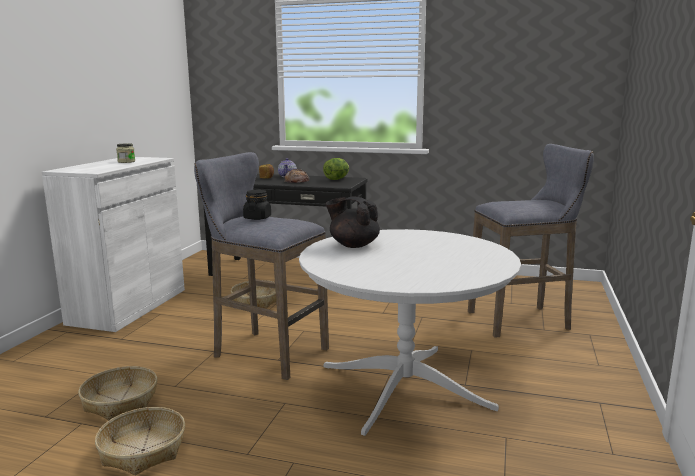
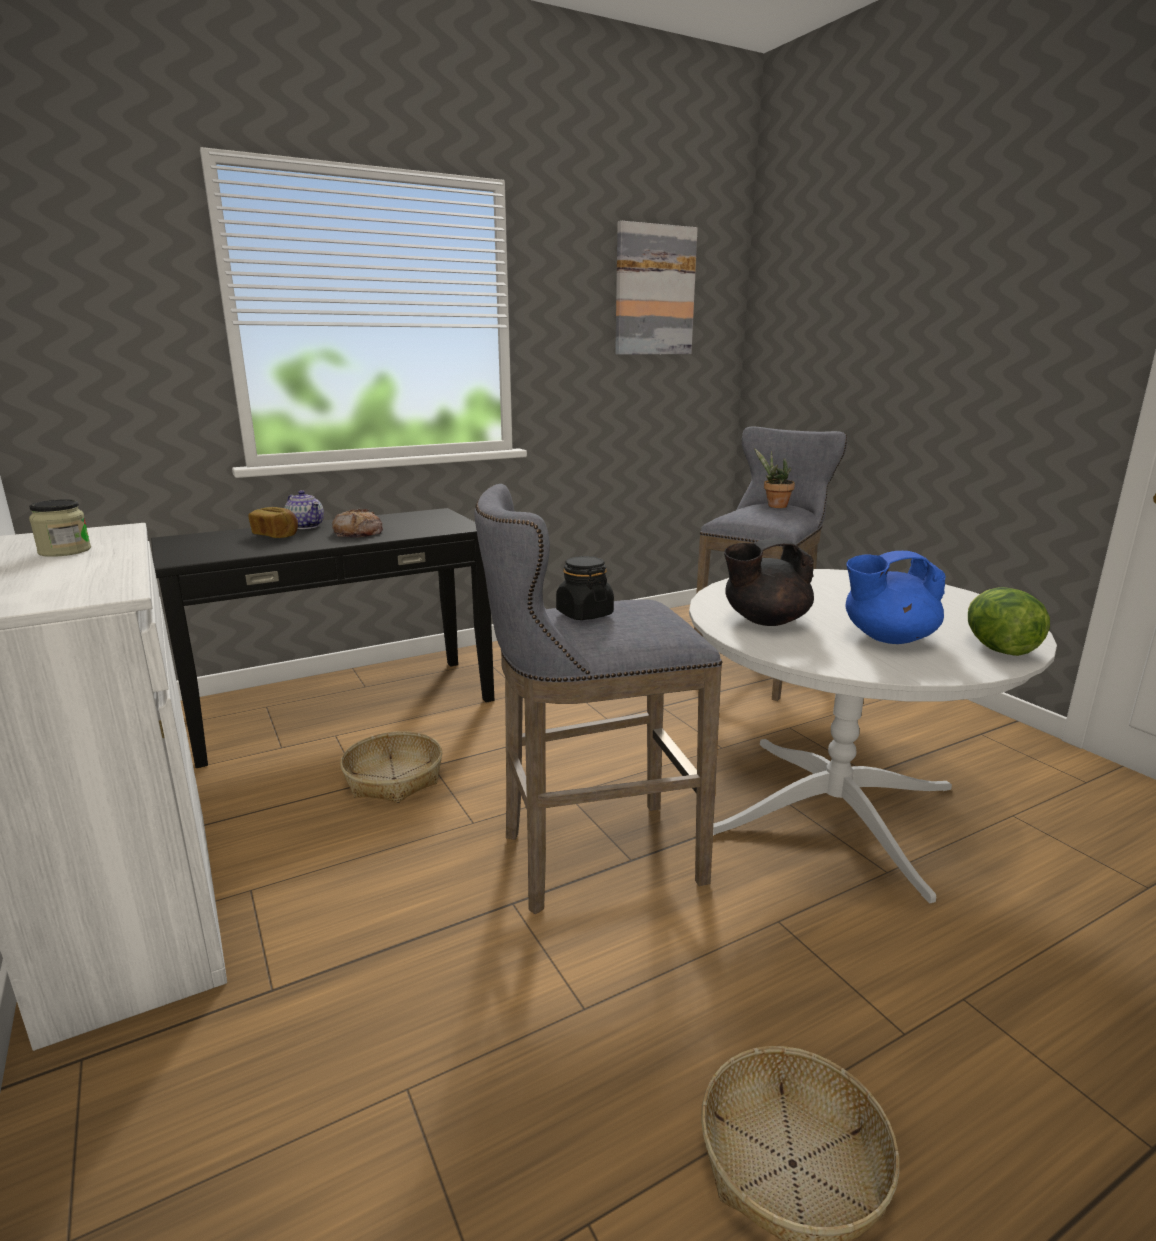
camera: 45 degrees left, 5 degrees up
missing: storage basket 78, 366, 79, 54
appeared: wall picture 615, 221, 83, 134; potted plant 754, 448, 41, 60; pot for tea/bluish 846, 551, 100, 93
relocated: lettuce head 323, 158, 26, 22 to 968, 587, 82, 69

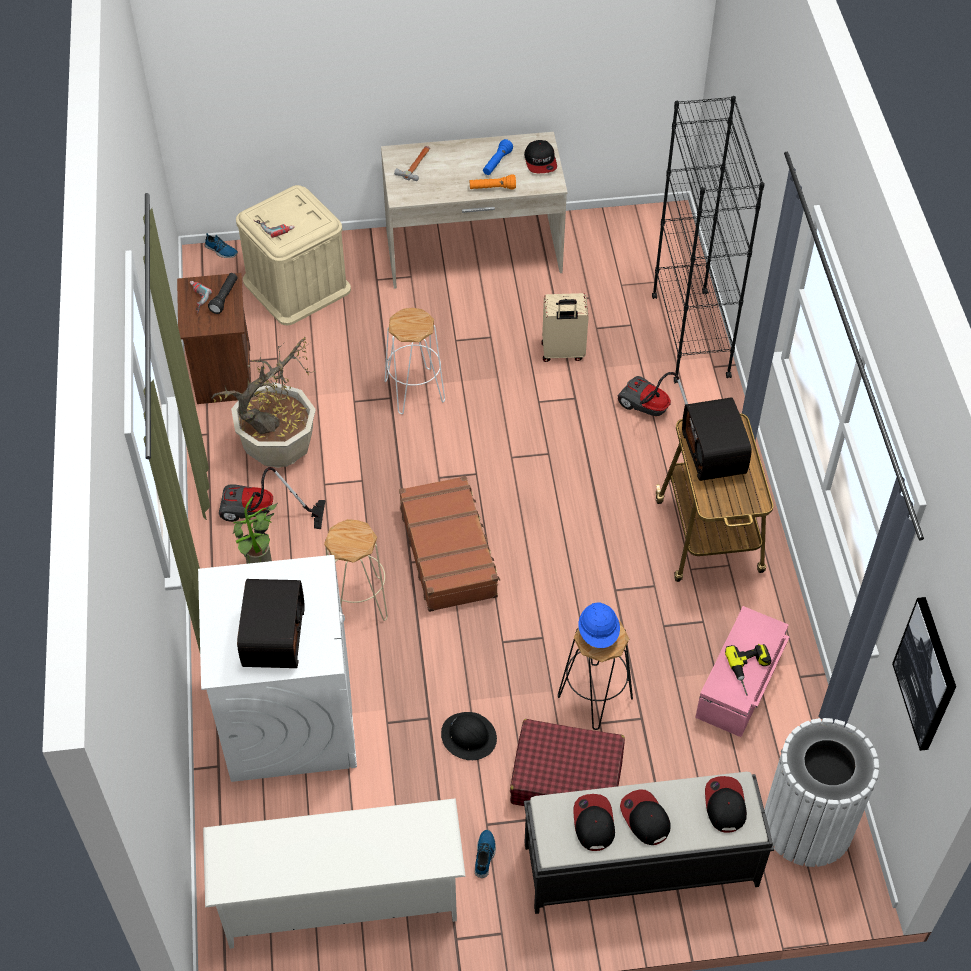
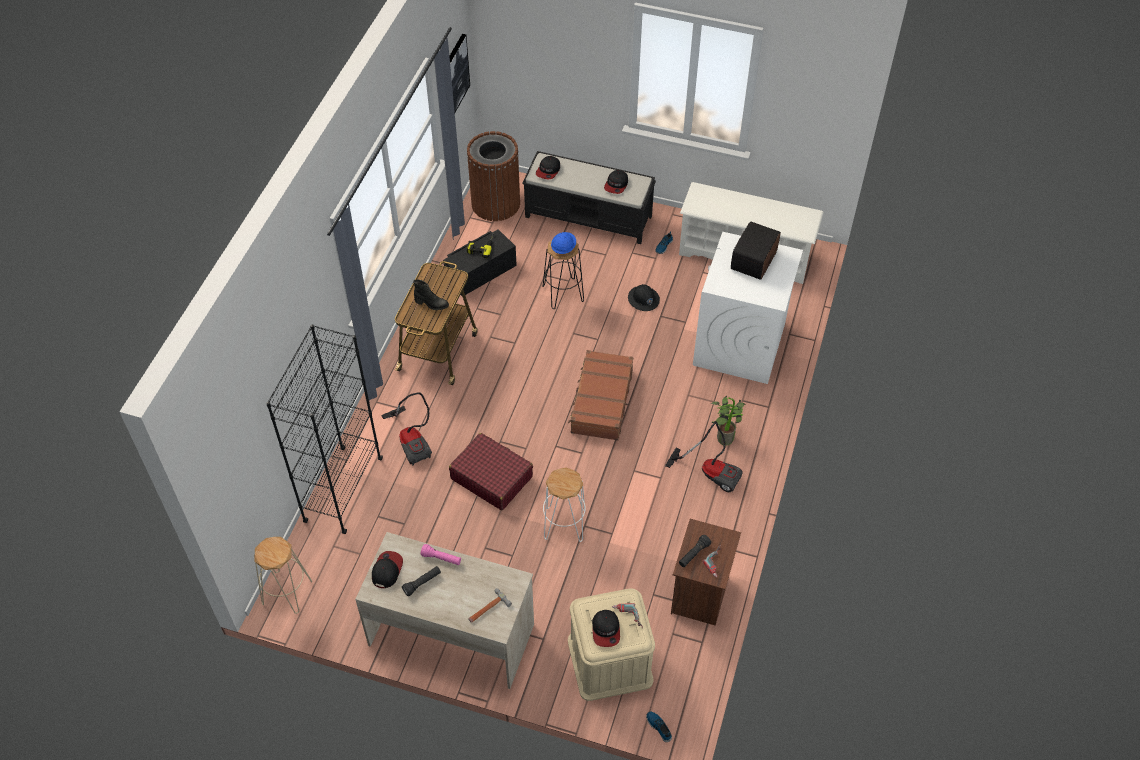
camera: 155 degrees left, 0 degrees up
missing: potted plant 211, 337, 105, 131; suitcase/sand-coloured 541, 293, 48, 69
relocated: stool/sand-coloured 324, 519, 64, 102 to 254, 537, 58, 77; suitcase/reddish 510, 719, 115, 87 to 449, 433, 84, 77; peaked cap 620, 789, 51, 56 to 592, 610, 28, 37
exchanged: radio receiver 682, 397, 70, 84 to high-top boot/blackish 413, 279, 36, 31
colour: hand torch/orange 470, 175, 46, 15 to hand torch/pinkish 421, 544, 40, 21; hand torch/bluish 483, 139, 30, 36 to hand torch/blackish 402, 566, 39, 30; storage container/pinkish 695, 606, 95, 131 to storage container/blackish 443, 229, 74, 67; waste bin/white-coloured 764, 718, 115, 149 to waste bin/brown-coloured 467, 131, 53, 90

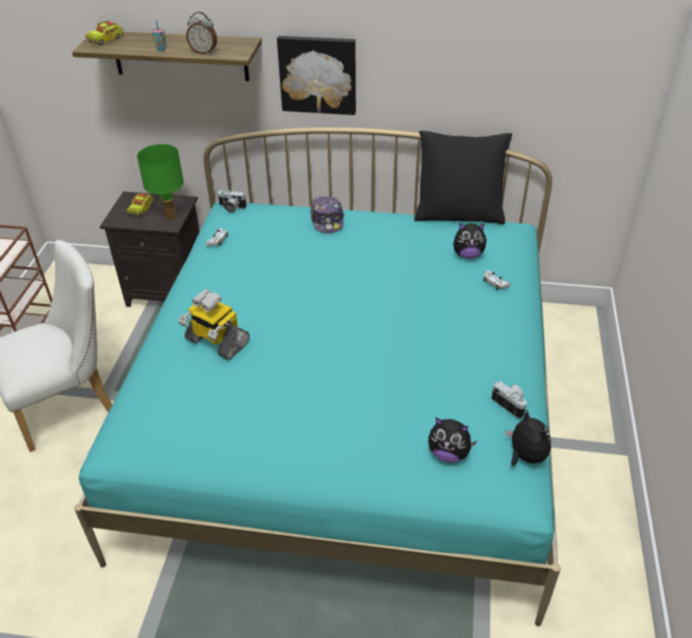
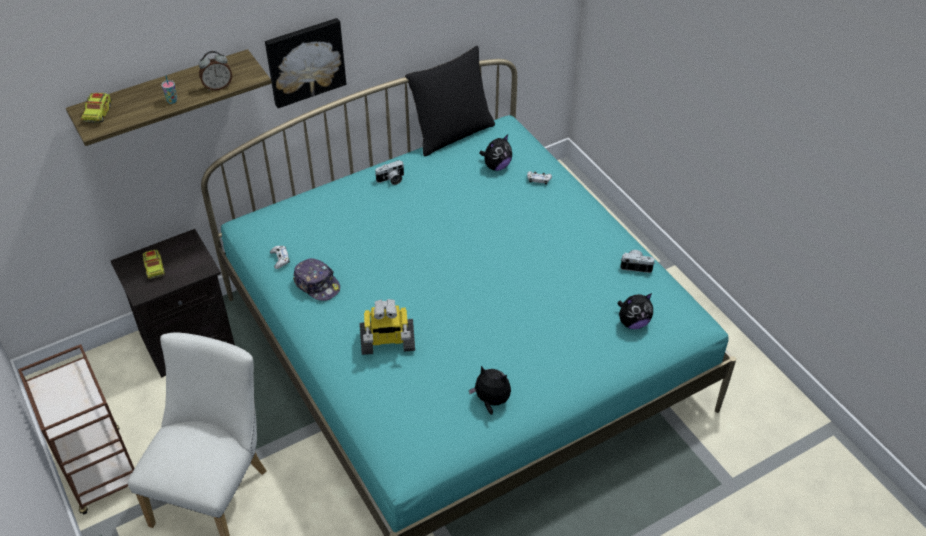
camera: 40 degrees left, 5 degrees up
missing: tabletop lamp/green-coloured 137, 144, 47, 77
relocated: still camera 217, 190, 30, 23 to 375, 160, 29, 25; peaked cap 310, 196, 34, 37 to 293, 258, 47, 43; cuddly toy 505, 409, 46, 57 to 469, 366, 42, 49

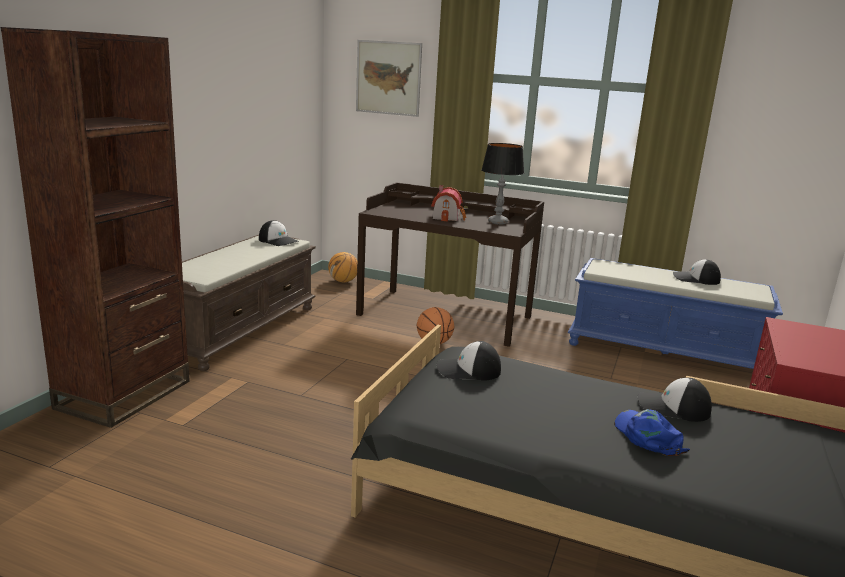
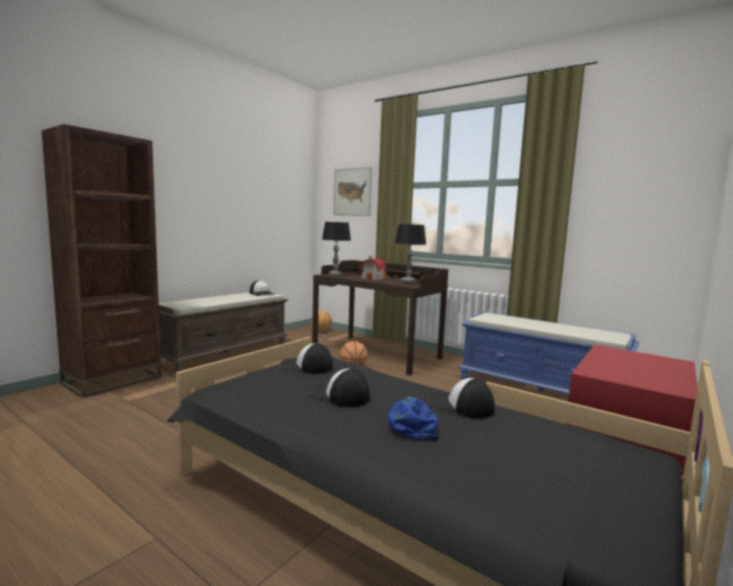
camera: 15 degrees right, 10 degrees down
appeared: tabletop lamp 322, 222, 29, 54
relocated: peaked cap 673, 259, 48, 26 to 308, 369, 62, 38

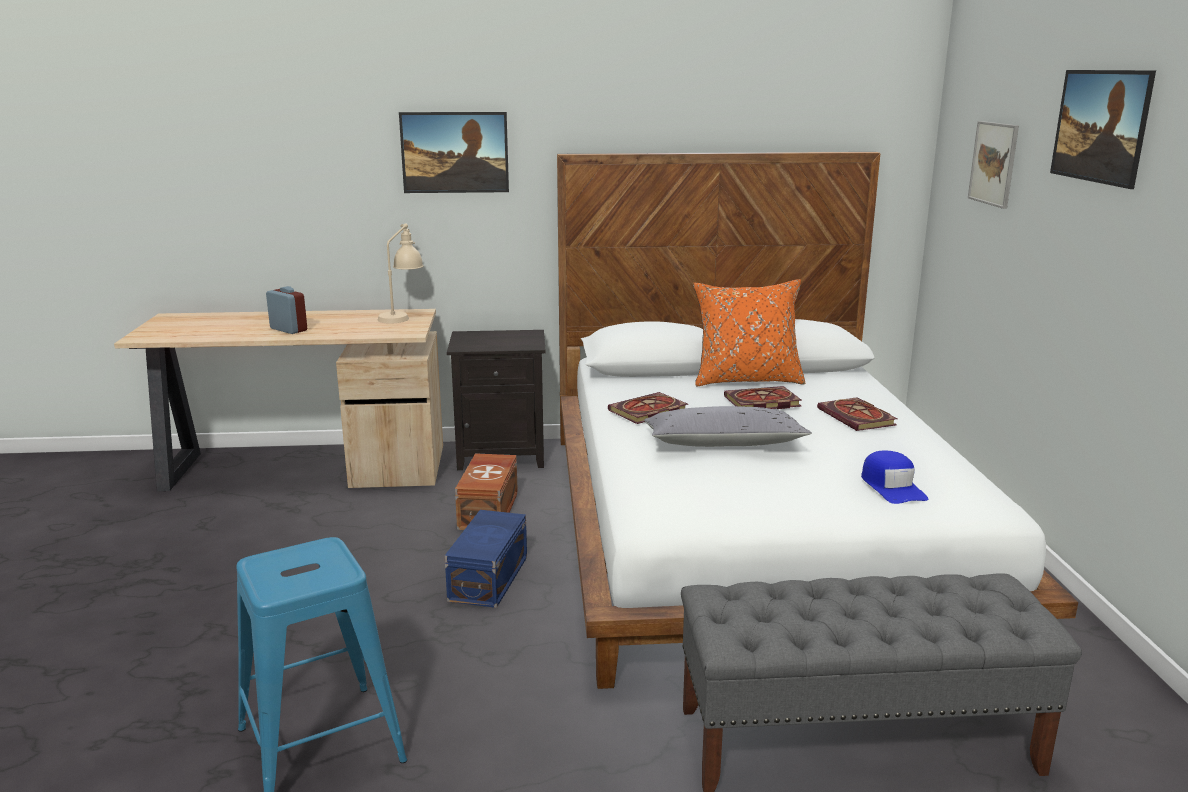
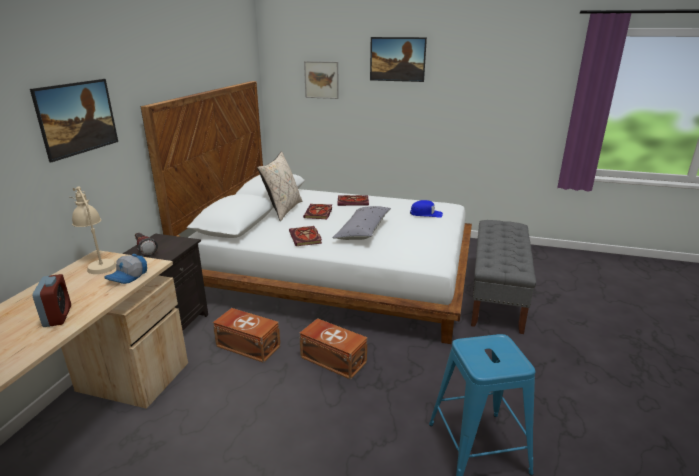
camera: 70 degrees left, 5 degrees up
appeared: peaked cap 104, 254, 43, 30; hand torch 135, 233, 23, 23
colour: storage container/bluish 445, 510, 82, 98 to storage container/brown-coloured 299, 318, 68, 62; pillow/orange 693, 279, 112, 107 to pillow/sand-coloured 257, 151, 45, 70
spun: table clock 266, 286, 41, 48 = 32, 274, 39, 53 105 degrees clockwise

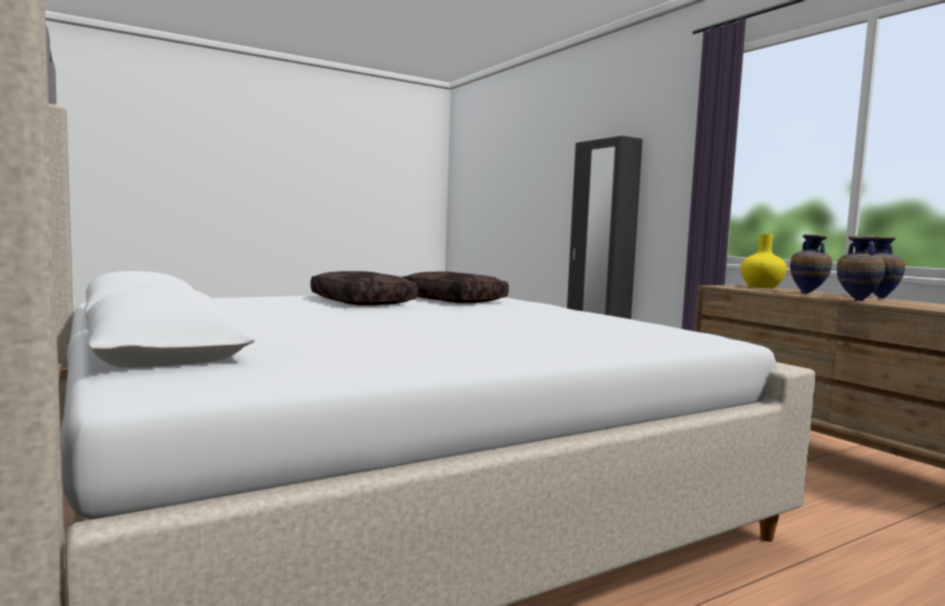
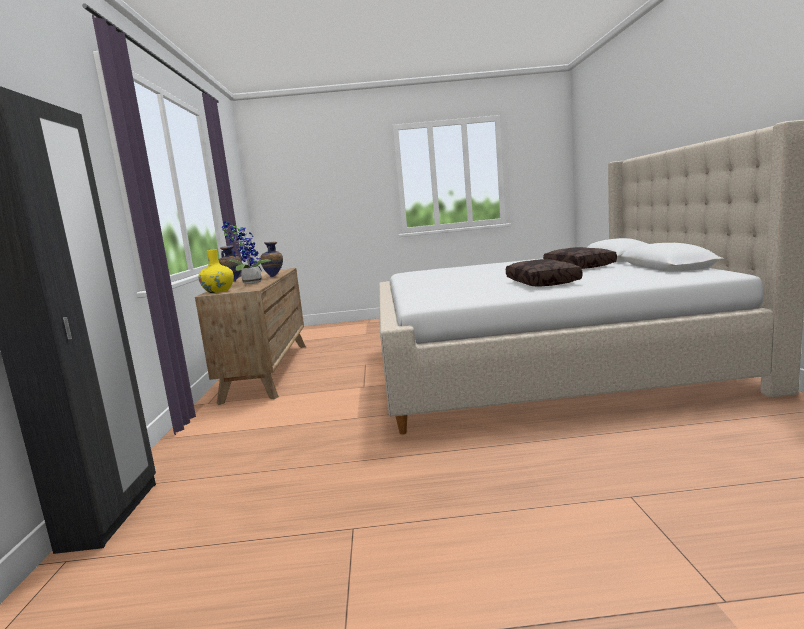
camera: 150 degrees left, 5 degrees up
relocated: pillow/brown-coloured 403, 271, 106, 32 to 543, 247, 74, 22
exchanged: flower vase 790, 234, 42, 59 to potted plant 222, 221, 49, 63

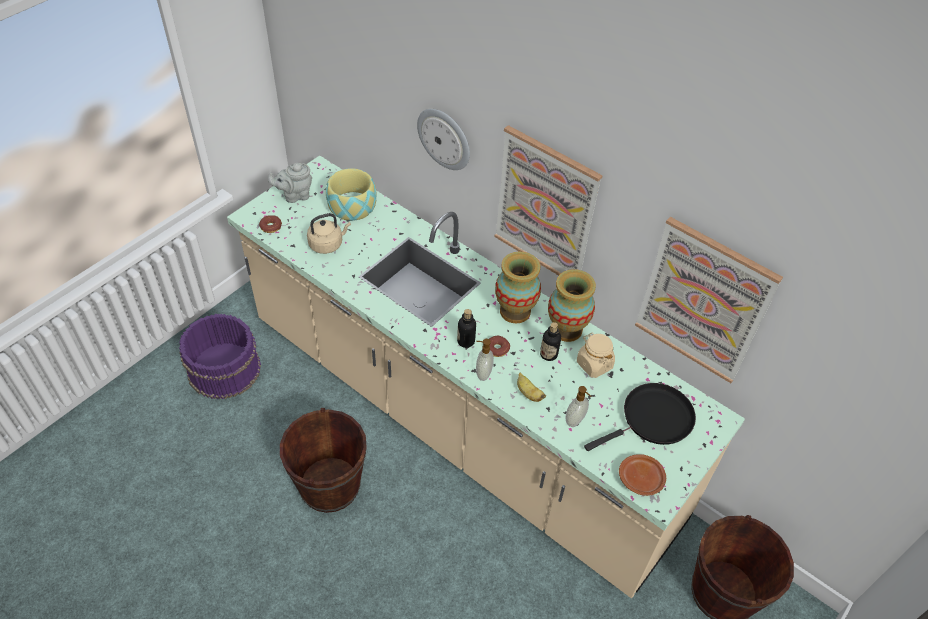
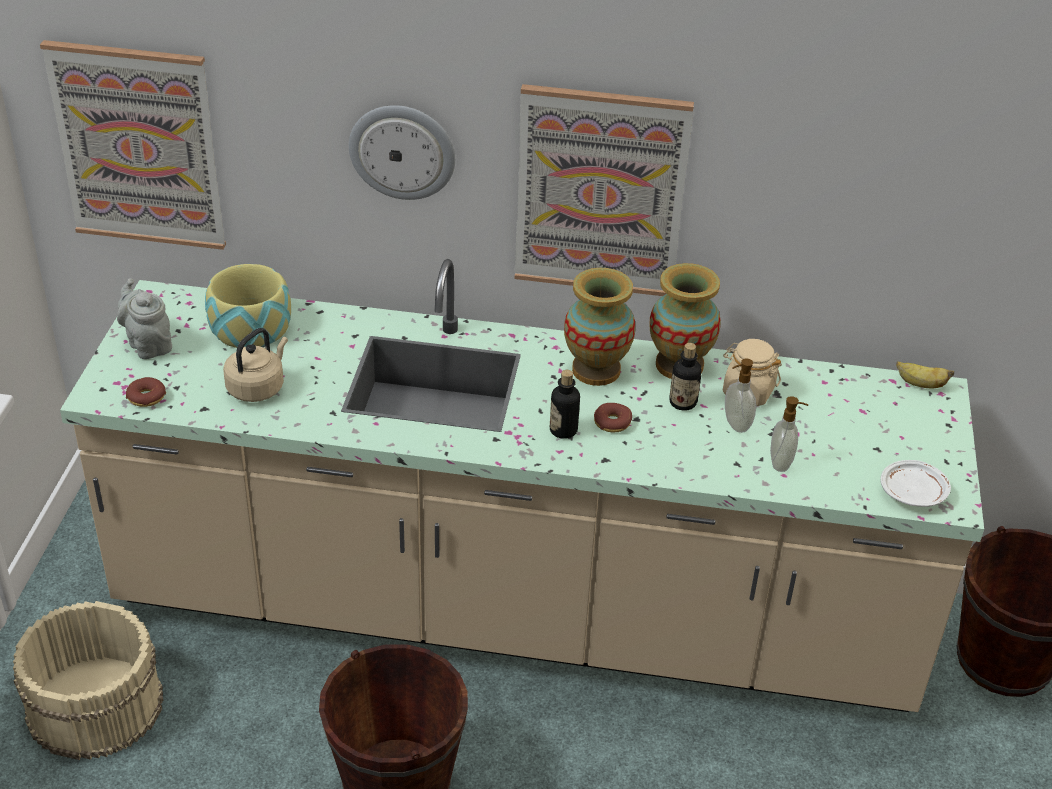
camera: 30 degrees left, 10 degrees down
missing: frying pan/blackish 584, 383, 112, 68
relocated: soap bottle 476, 339, 18, 42 to 725, 358, 31, 75; whole banana 517, 373, 29, 29 to 896, 361, 58, 27; wall picture 635, 217, 148, 166 to 40, 40, 186, 210
colour: pail/purple 179, 314, 82, 85 to pail/sand-coloured 13, 601, 150, 159; dinner plate/brown-coloured 619, 454, 47, 42 to dinner plate/white-coloured 880, 460, 71, 47
spun: pot for tea/greyish 268, 163, 44, 40 = 117, 278, 55, 81 105 degrees clockwise

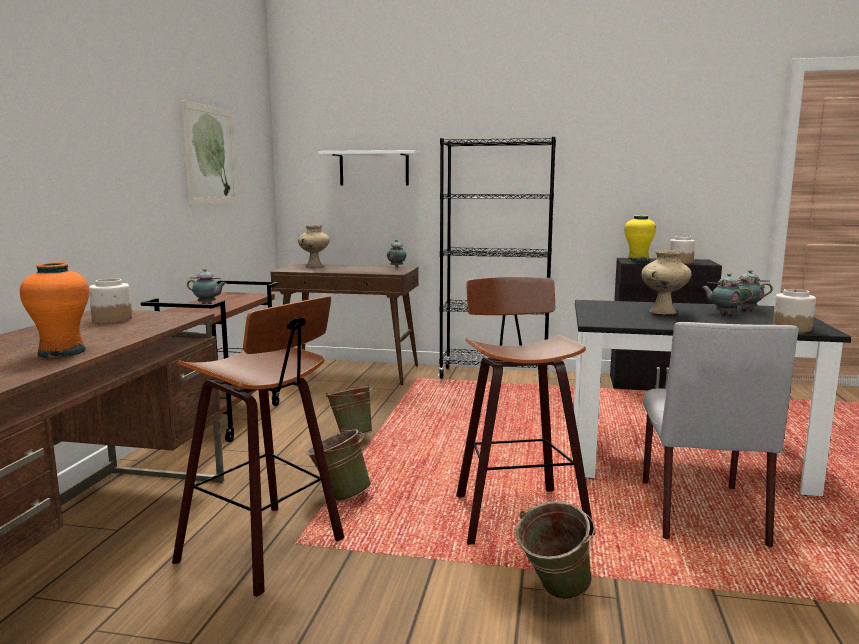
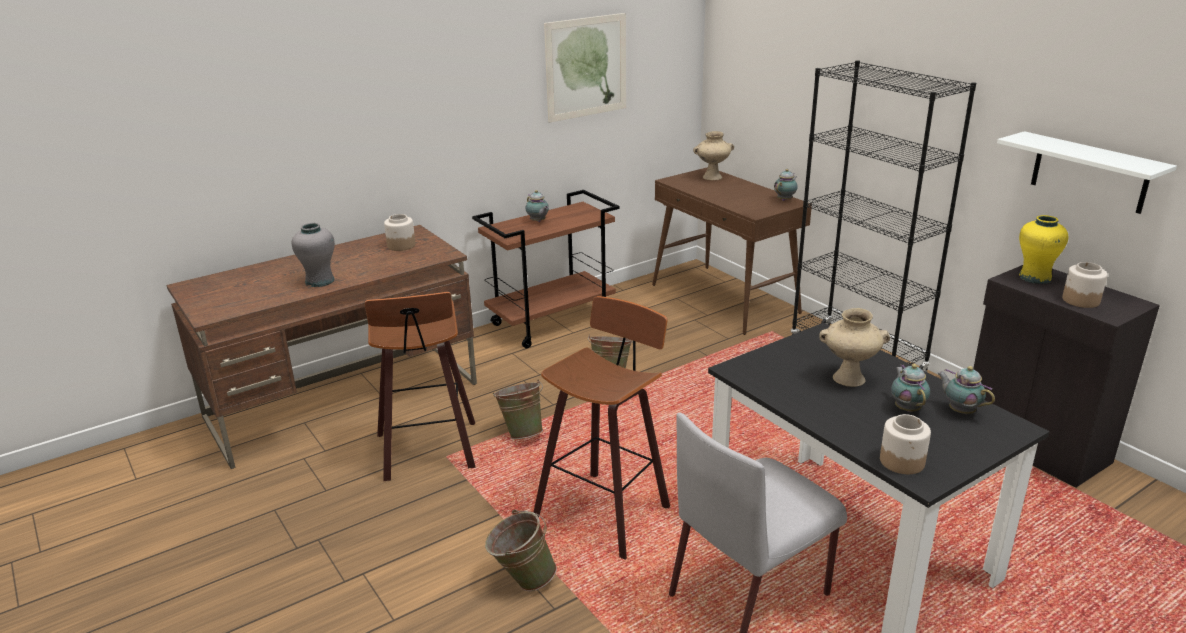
camera: 45 degrees right, 15 degrees up
relocated: wall shelf/white-coloured 318, 150, 103, 36 to 997, 131, 180, 83
colour: flower vase/orange 20, 262, 69, 96 to flower vase/greyish 292, 223, 43, 64

